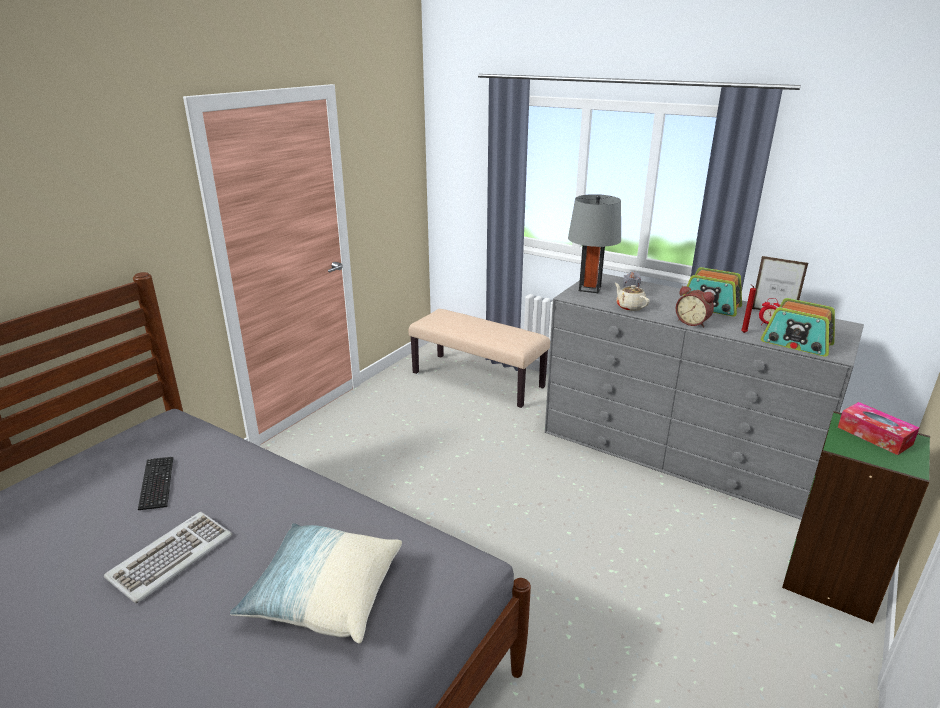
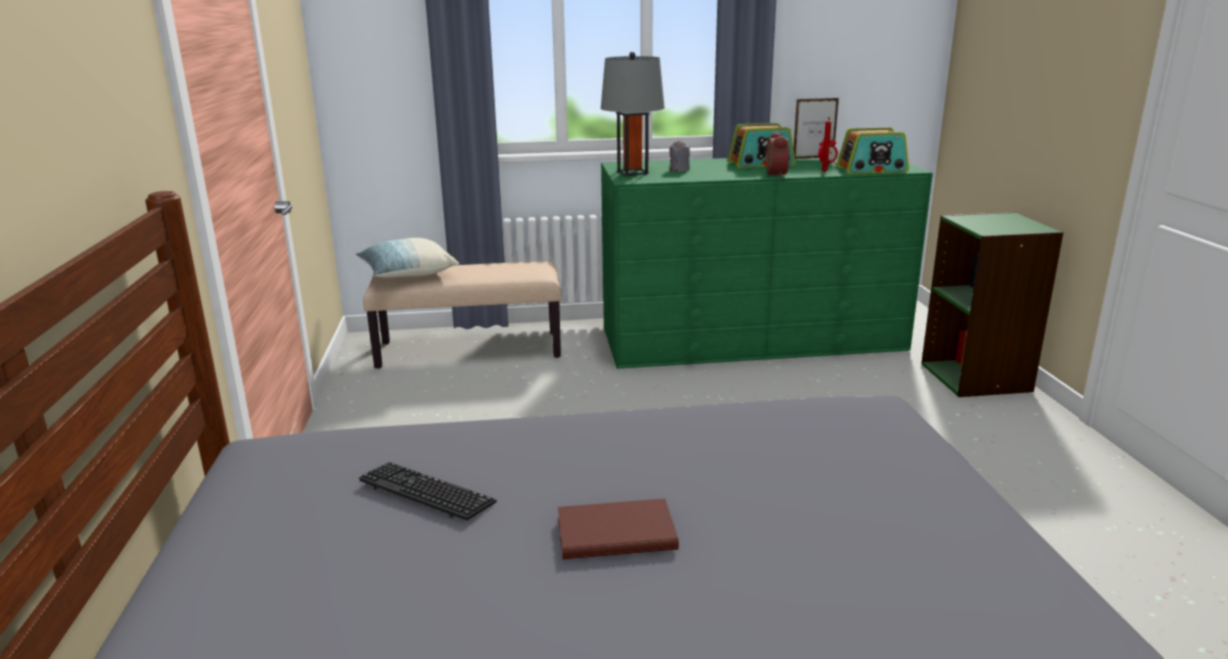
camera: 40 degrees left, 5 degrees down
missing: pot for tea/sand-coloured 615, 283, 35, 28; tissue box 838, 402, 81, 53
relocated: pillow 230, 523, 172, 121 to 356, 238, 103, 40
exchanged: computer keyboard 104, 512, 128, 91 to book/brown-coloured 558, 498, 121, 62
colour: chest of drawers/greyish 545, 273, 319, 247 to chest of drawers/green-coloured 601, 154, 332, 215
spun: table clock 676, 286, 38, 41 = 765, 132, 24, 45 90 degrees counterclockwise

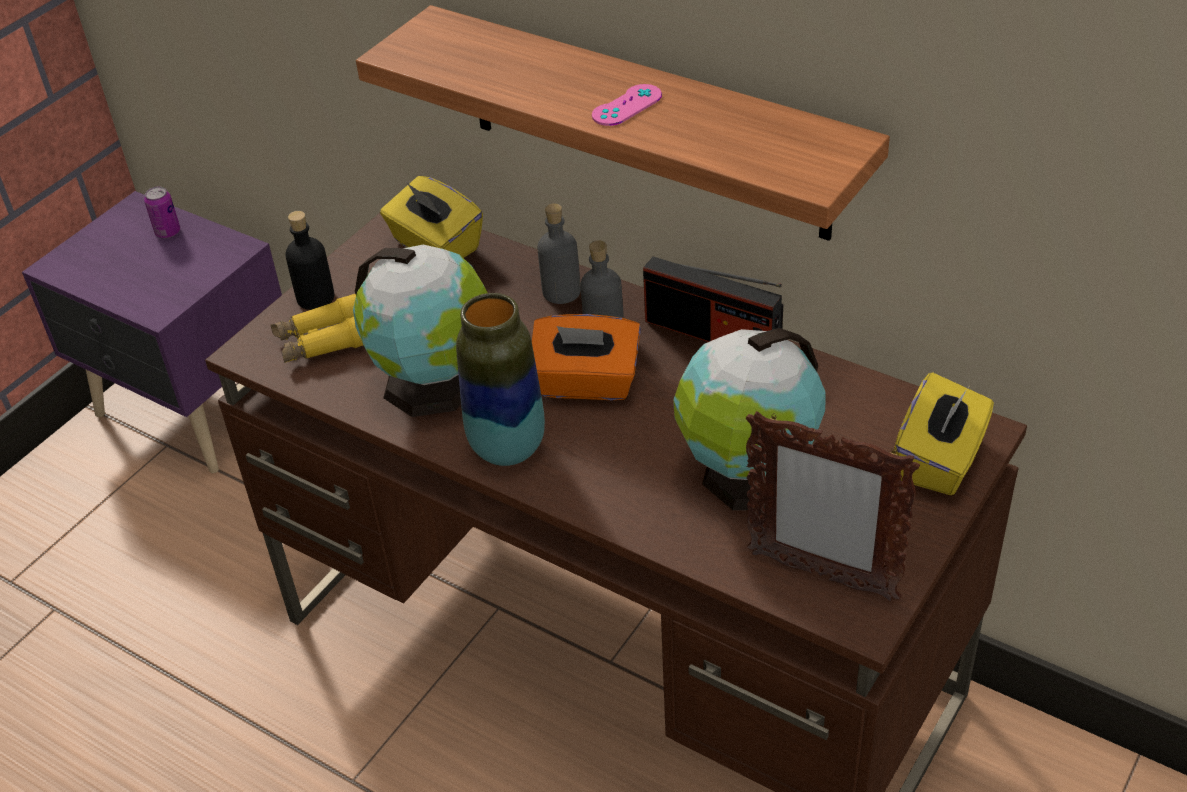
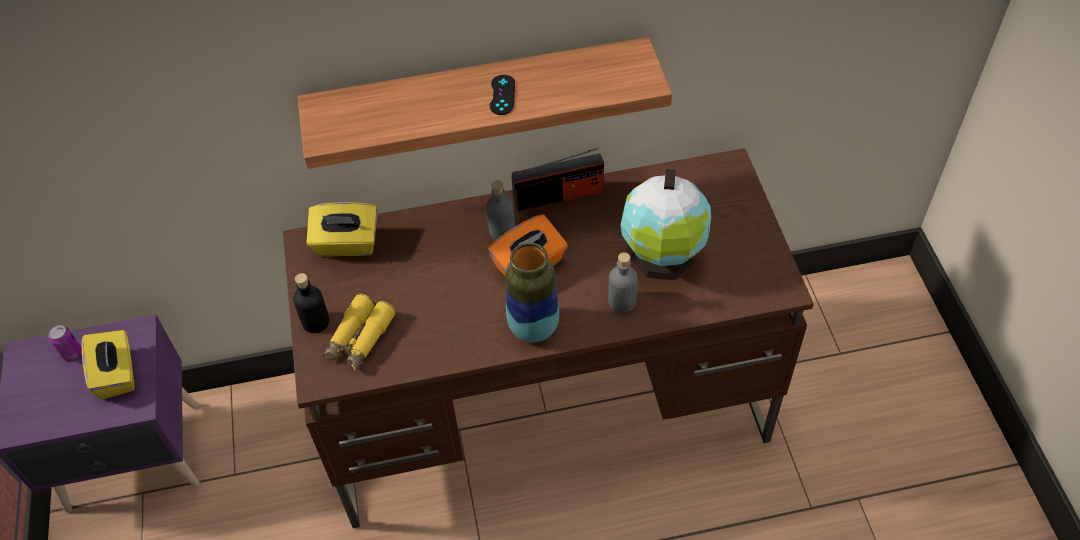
camera: 45 degrees left, 10 degrees up
missing: globe 353, 245, 135, 172; photo frame 746, 411, 174, 191
relocated: bottle/greyish 537, 203, 44, 101 to 608, 252, 30, 61; tissue box/yellowish 894, 372, 100, 123 to 81, 330, 54, 69
colour: game controller/pinkish 592, 84, 70, 42 to game controller/blackish 490, 75, 25, 40

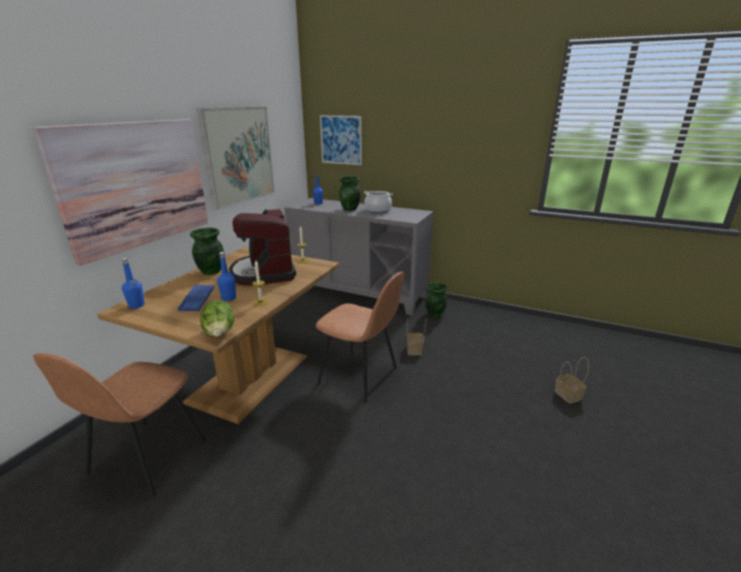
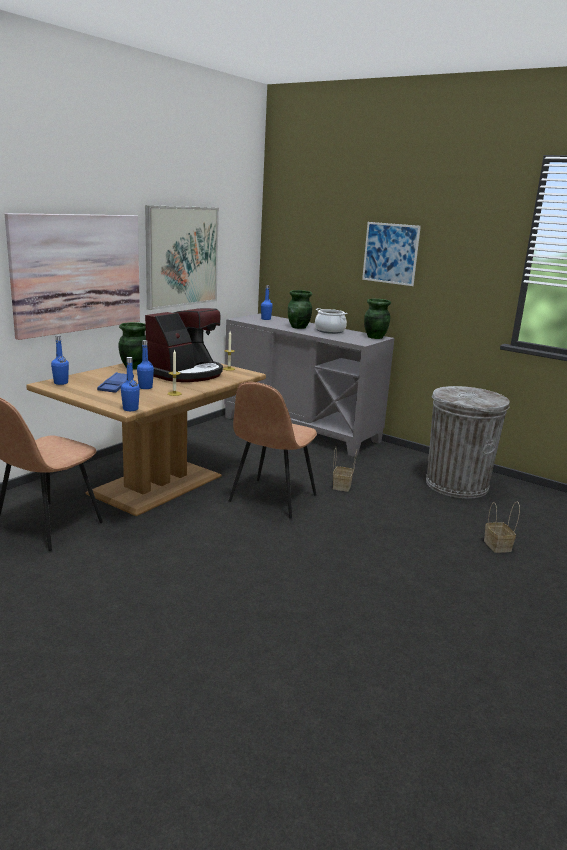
camera: 10 degrees right, 5 degrees down
appeared: waste bin/greyish 426, 386, 84, 112
relocated: wall picture 320, 115, 42, 50 to 362, 222, 59, 64; flower vase/green-coloured 425, 283, 22, 34 to 364, 299, 27, 40
exchanged: lettuce head 200, 300, 34, 37 to bottle/bluish 121, 357, 19, 54
spun: coffee maker 229, 209, 67, 77 = 145, 308, 78, 74 135 degrees counterclockwise; upright chair/brown-coloured 316, 271, 88, 132 = 229, 382, 88, 137 75 degrees clockwise

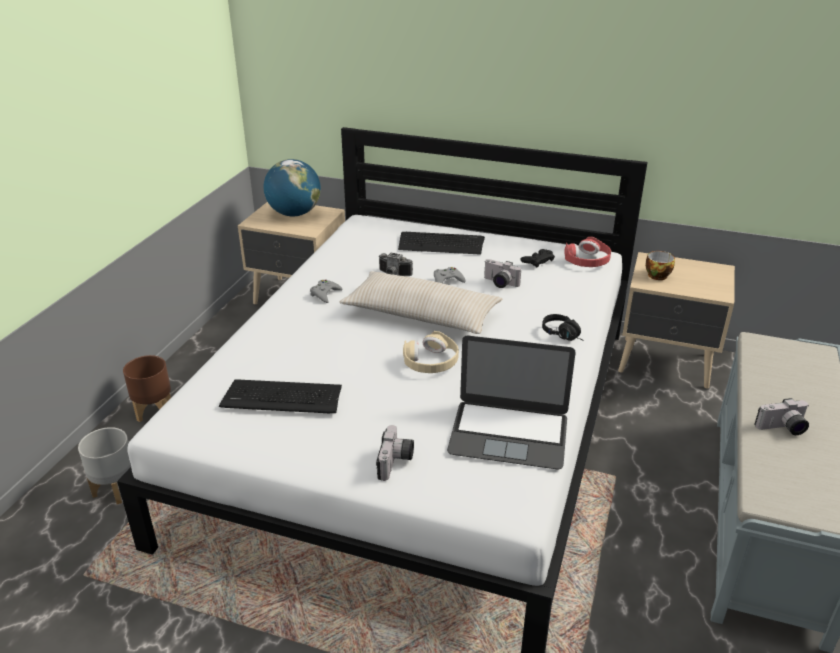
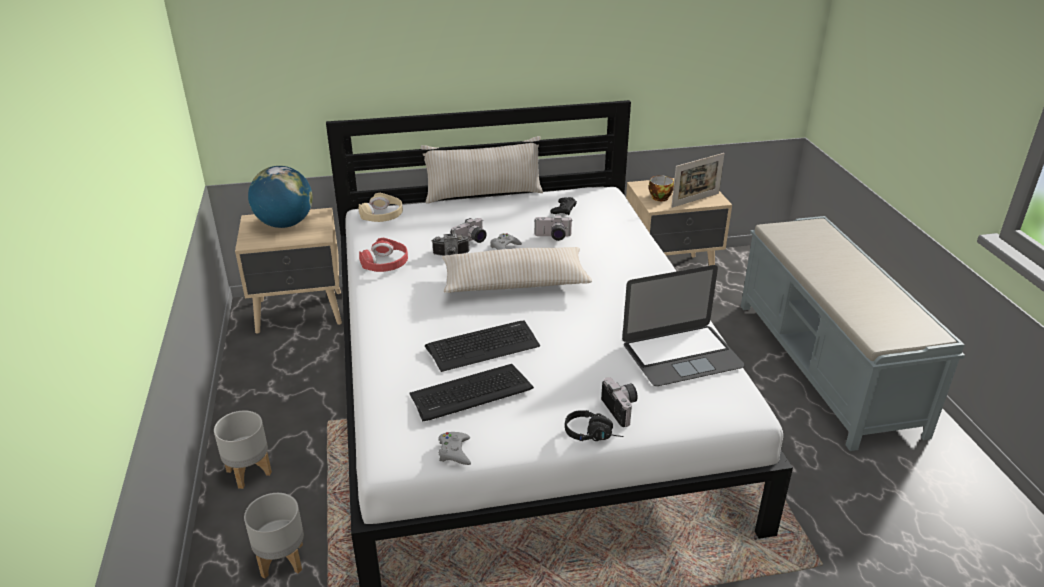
camera: 30 degrees left, 0 degrees up
appeared: pillow/sand-coloured 420, 136, 123, 68; photo frame 672, 153, 53, 55
relocated: game controller/greyish 310, 280, 33, 23 to 438, 432, 33, 33; computer keyboard 398, 232, 87, 23 to 425, 320, 115, 52; headphones/sand-coloured 403, 331, 56, 42 to 359, 193, 44, 29; headphones/blackish 542, 314, 42, 27 to 565, 410, 59, 31; headphones/reddish 564, 237, 47, 30 to 359, 238, 49, 34; still camera 754, 398, 55, 37 to 450, 218, 37, 25
colour: planter/brown-coloured 123, 355, 48, 67 to planter/greyish 214, 410, 58, 79

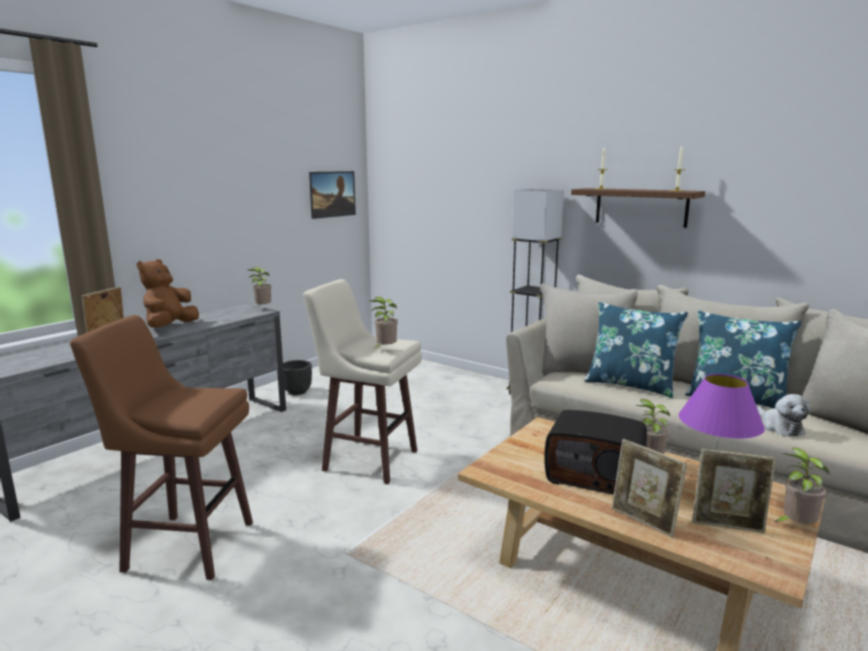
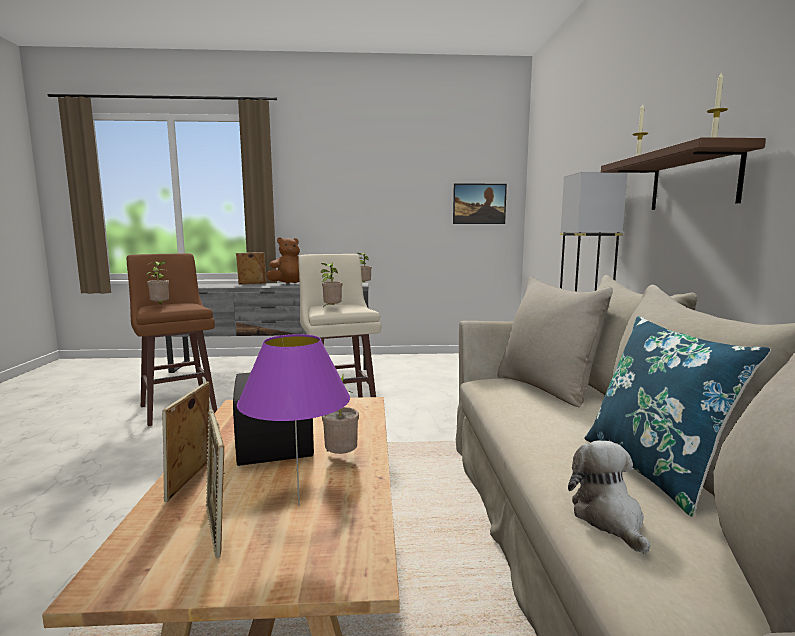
camera: 50 degrees right, 5 degrees down
missing: planter/blackish 283, 360, 29, 35; pillow/bluish 584, 302, 104, 96
relocated: potted plant 775, 447, 54, 77 to 146, 261, 23, 44
spun: cuddly toy 757, 394, 54, 43 = 568, 441, 82, 113 135 degrees clockwise

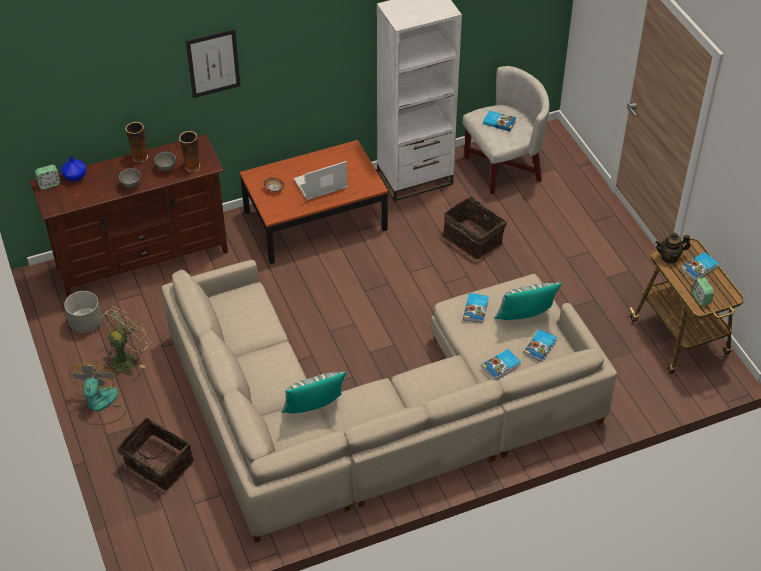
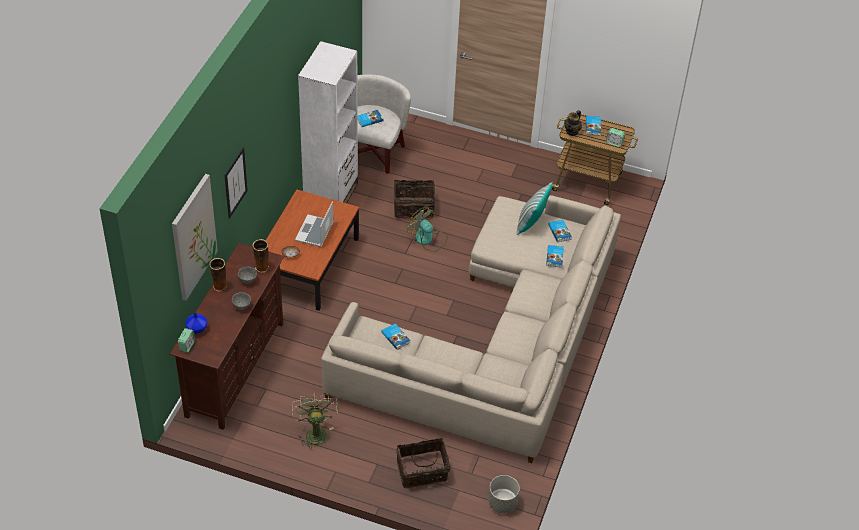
camera: 50 degrees left, 0 degrees up
missing: pillow 281, 372, 66, 41
appeared: wall picture 172, 174, 46, 127
relocated: planter/greyish 64, 291, 38, 42 to 488, 475, 32, 38; fan 69, 362, 57, 63 to 406, 206, 42, 46; book 463, 293, 26, 30 to 381, 324, 29, 26

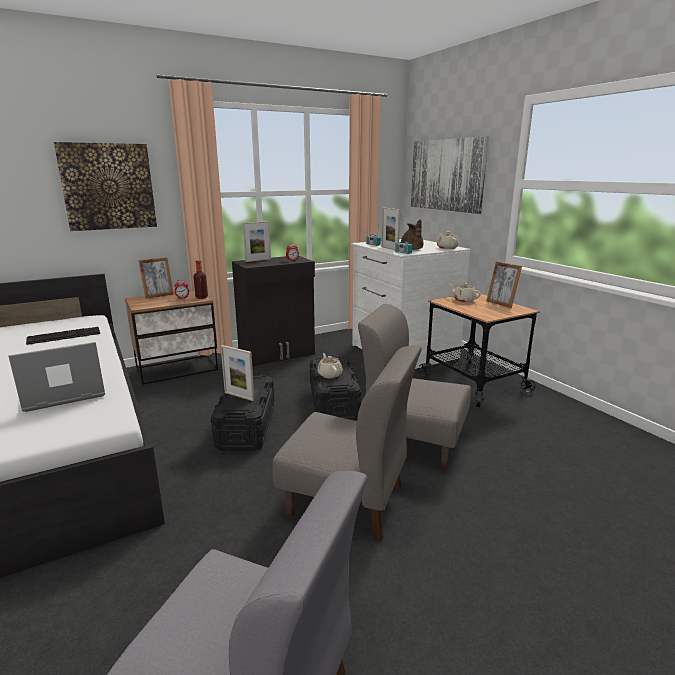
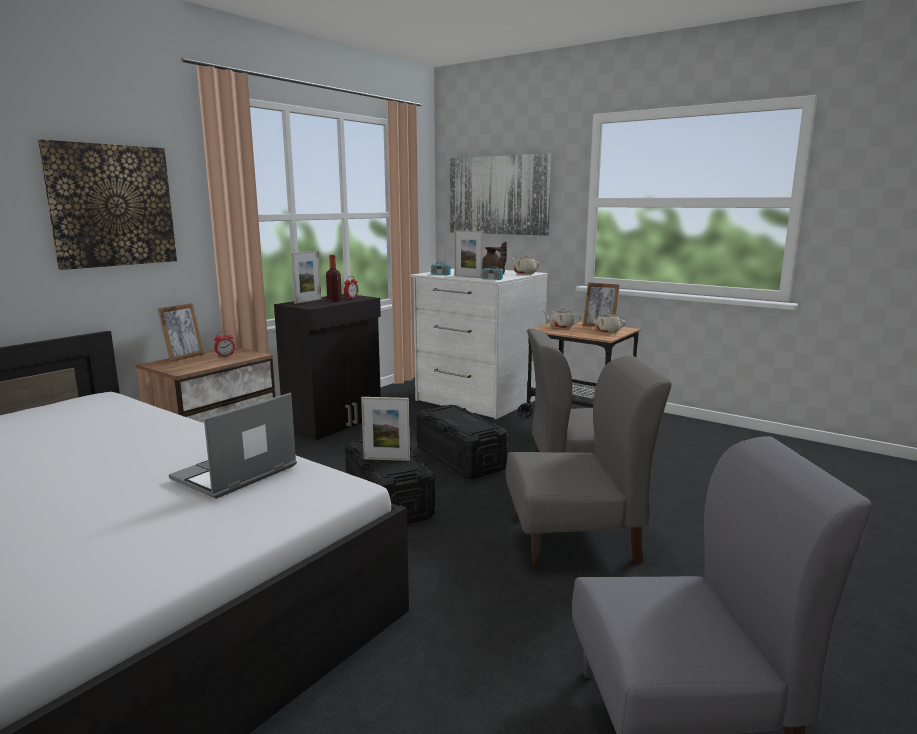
camera: 25 degrees left, 5 degrees down
missing: computer keyboard 26, 327, 74, 18
relocated: bottle 193, 260, 15, 39 to 326, 255, 16, 47; pot for tea/sand-coloured 317, 353, 26, 25 to 590, 312, 36, 21

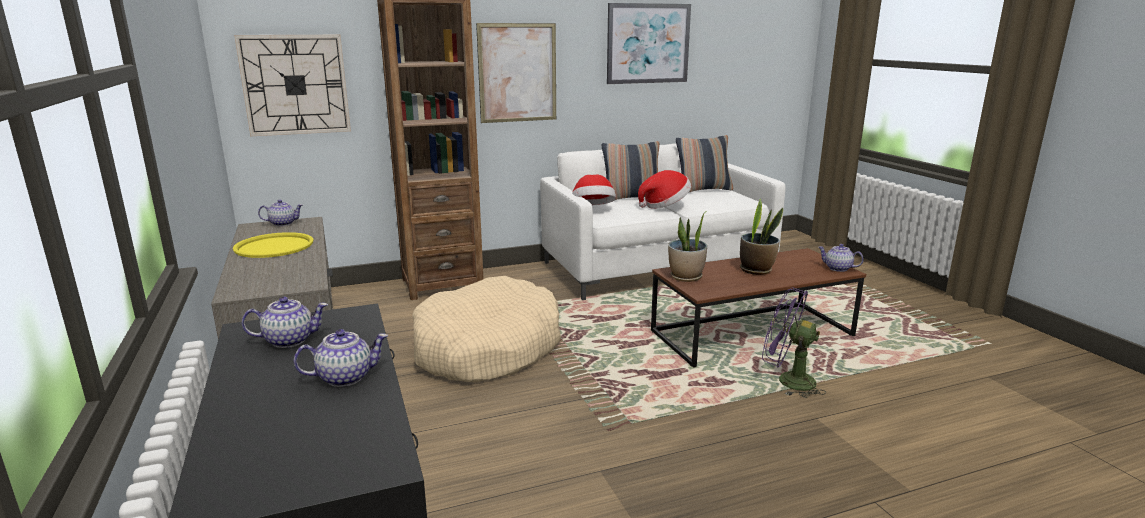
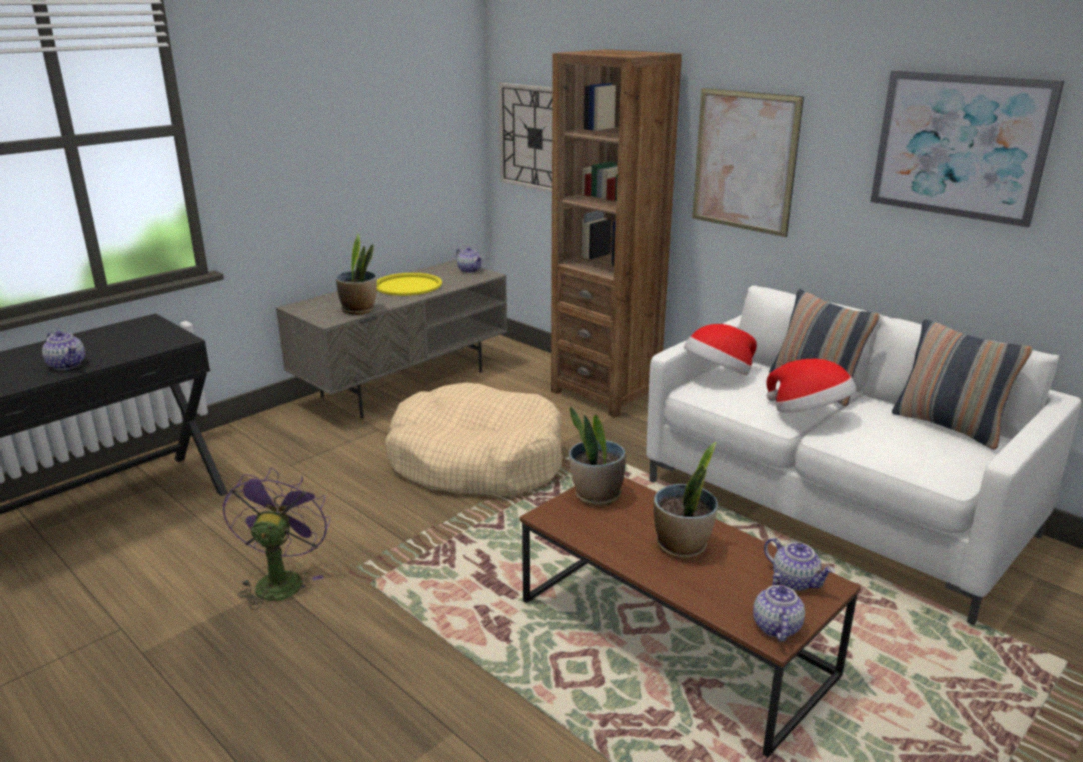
camera: 65 degrees right, 5 degrees up
appeared: potted plant 336, 234, 41, 81
relocated: pot for tea 242, 297, 86, 51 to 764, 538, 71, 53; fan/purple 762, 288, 64, 110 to 222, 468, 108, 142

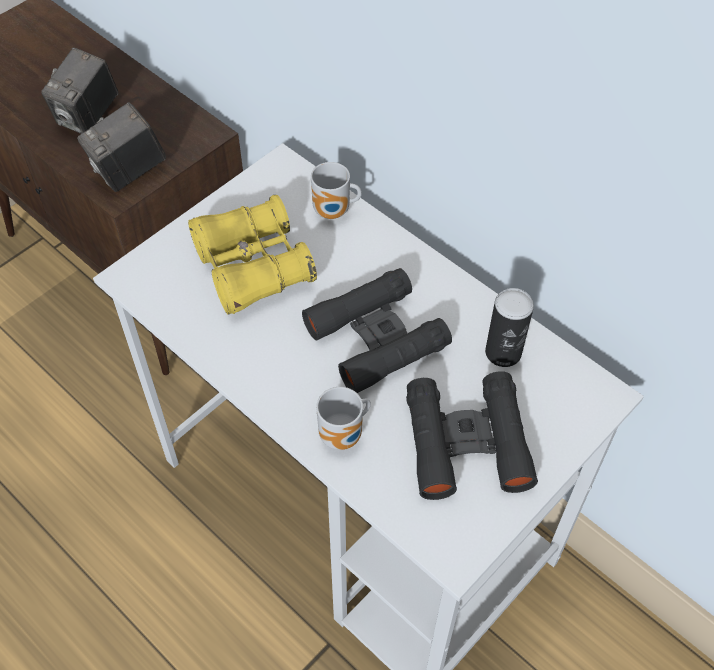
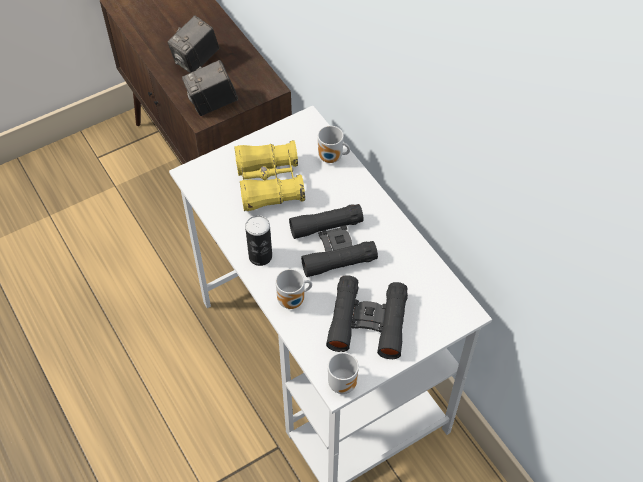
camera: 15 degrees right, 0 degrees up
appeared: tea mug 328, 351, 31, 43
relocated: sealed can 485, 288, 49, 79 to 245, 215, 27, 51

